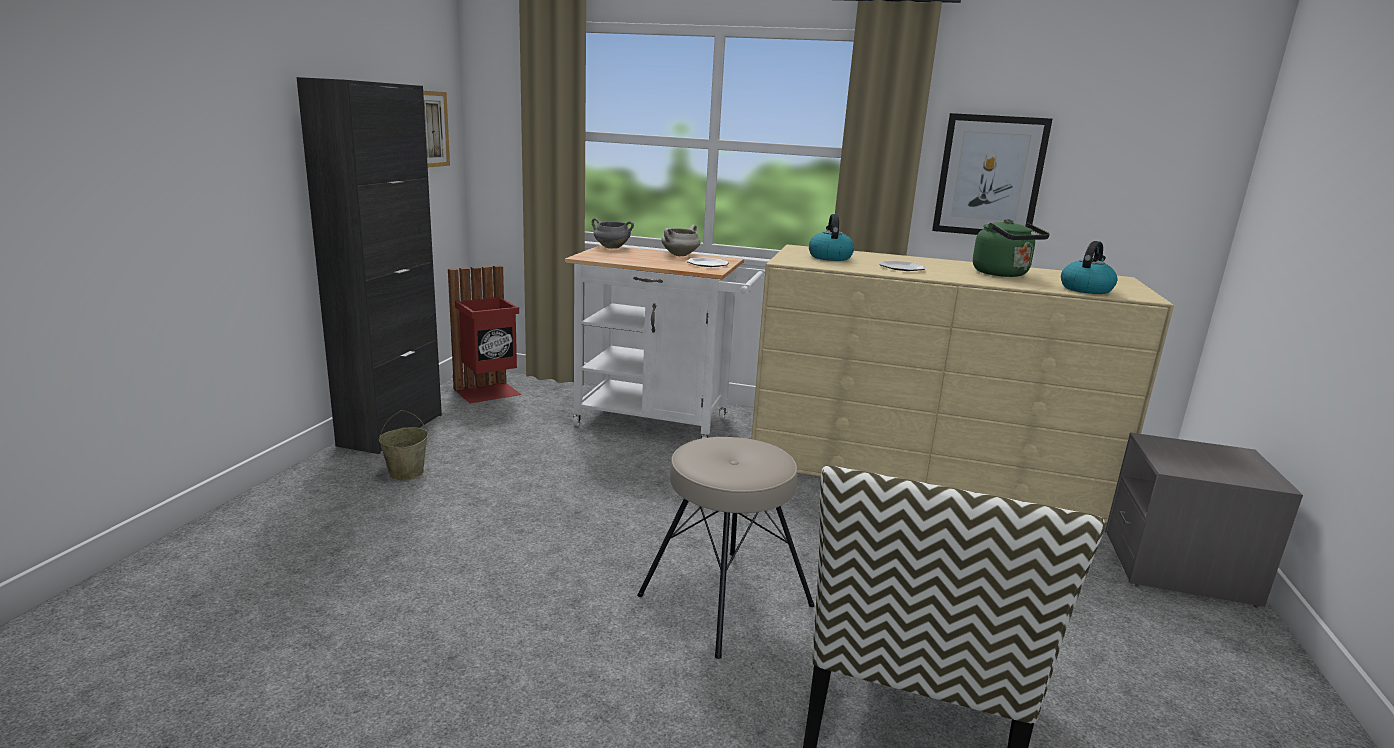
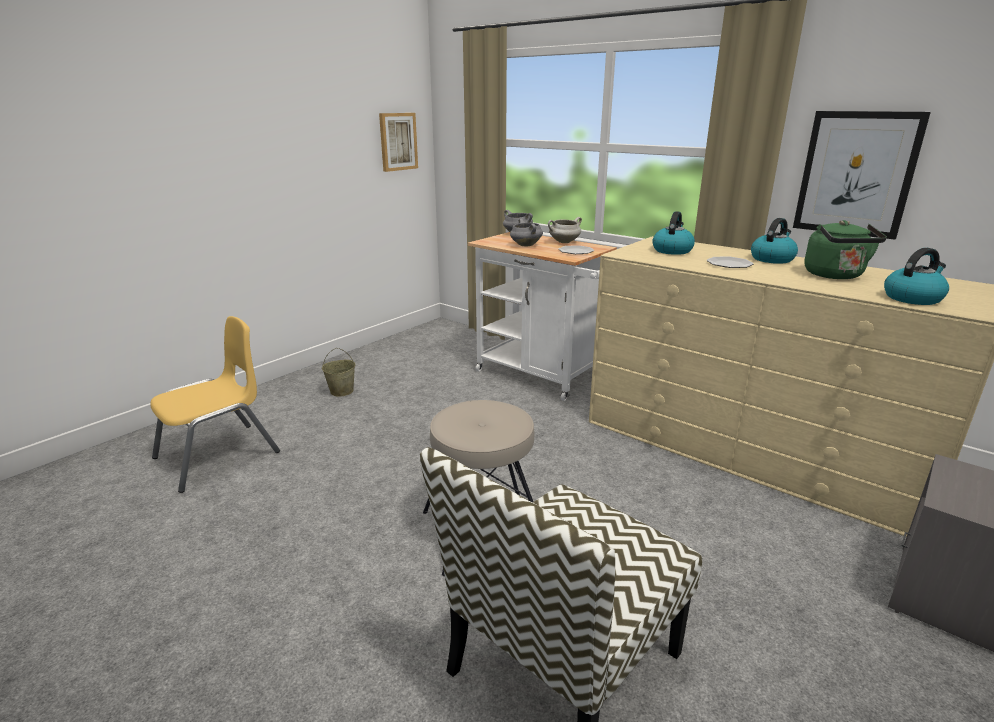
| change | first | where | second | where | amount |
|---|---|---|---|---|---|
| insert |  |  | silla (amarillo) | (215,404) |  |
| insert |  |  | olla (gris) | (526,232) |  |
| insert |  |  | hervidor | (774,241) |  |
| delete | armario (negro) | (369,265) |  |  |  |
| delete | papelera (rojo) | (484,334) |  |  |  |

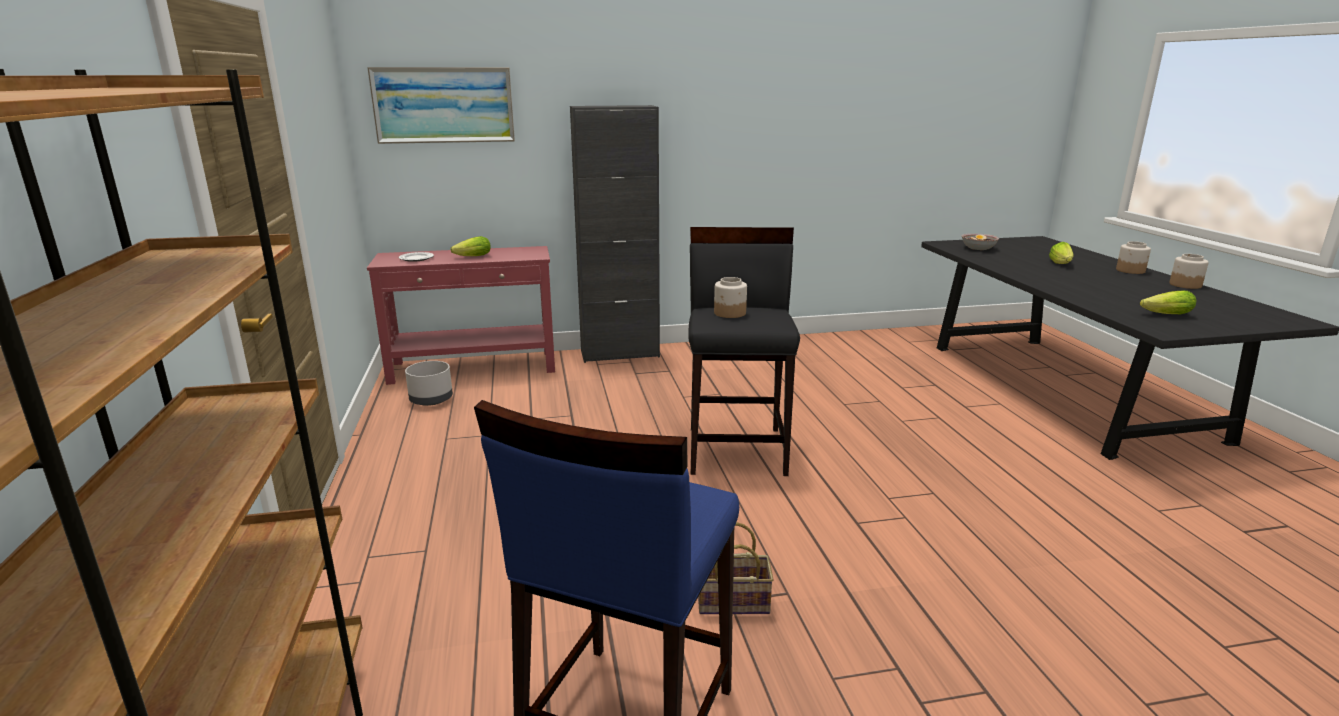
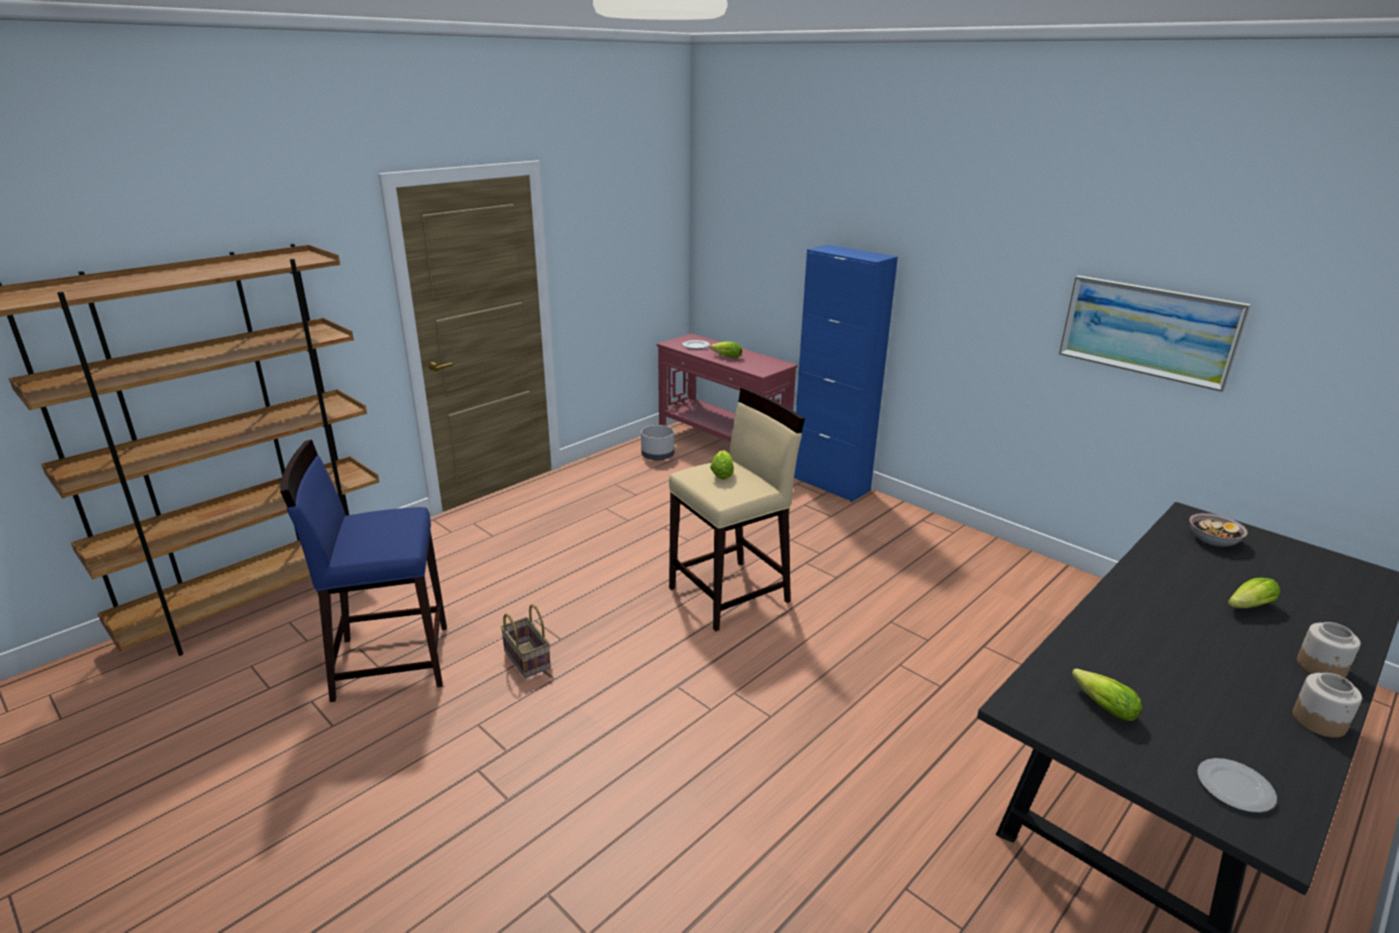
| change | first | where | second | where | amount |
|---|---|---|---|---|---|
| recolor | taburete (negro) | (744,351) | taburete (beis) | (737,510) |  |
| replace | tarro | (730,297) | lechuga | (722,465) |  |
| recolor | armario (negro) | (615,234) | armario (azul) | (846,373) |  |
| move | cuadro | (441,105) |  | (1155,333) |  |
| insert |  |  | plato | (1237,785) |  |

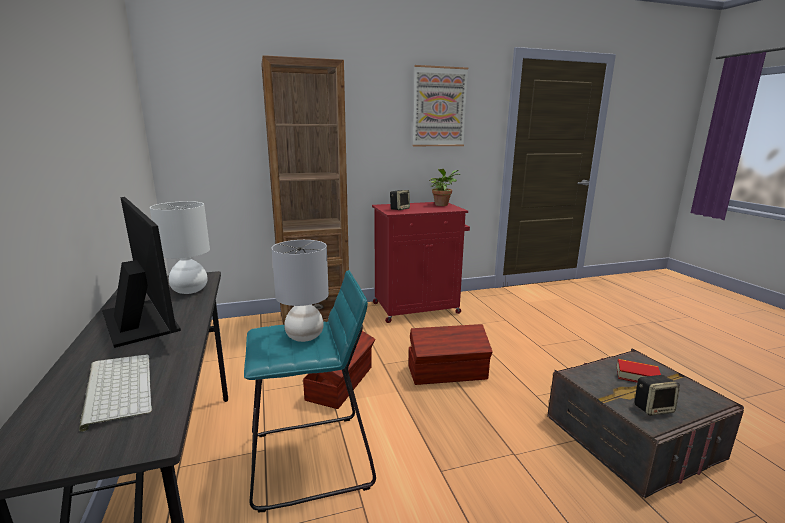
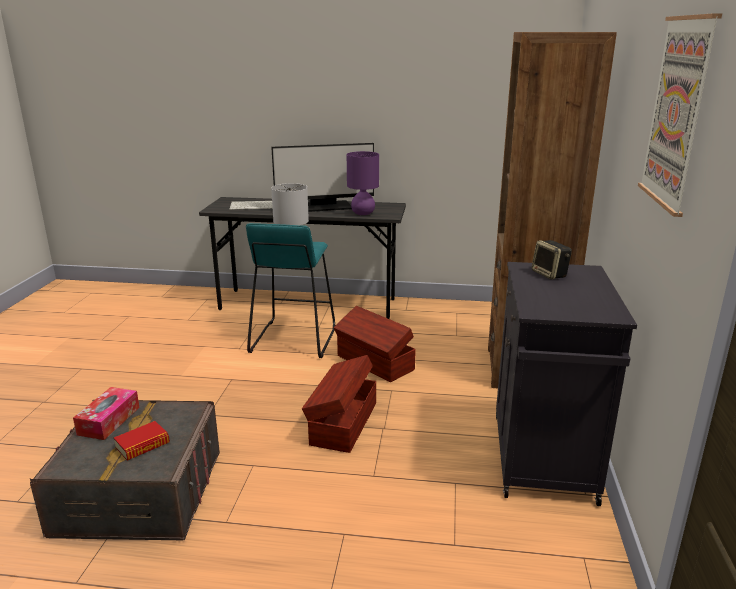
| change | first | where | second | where | amount |
|---|---|---|---|---|---|
| replace | altavoz | (657,395) | caja de pañuelos | (106,413) |  |
| recolor | lámpara de mesa (blanco) | (180,247) | lámpara de mesa (morado) | (363,183) |  |
| recolor | armario (rojo) | (421,262) | armario (negro) | (566,384) |  |
| delete | planta en maceta | (444,187) |  |  |  |

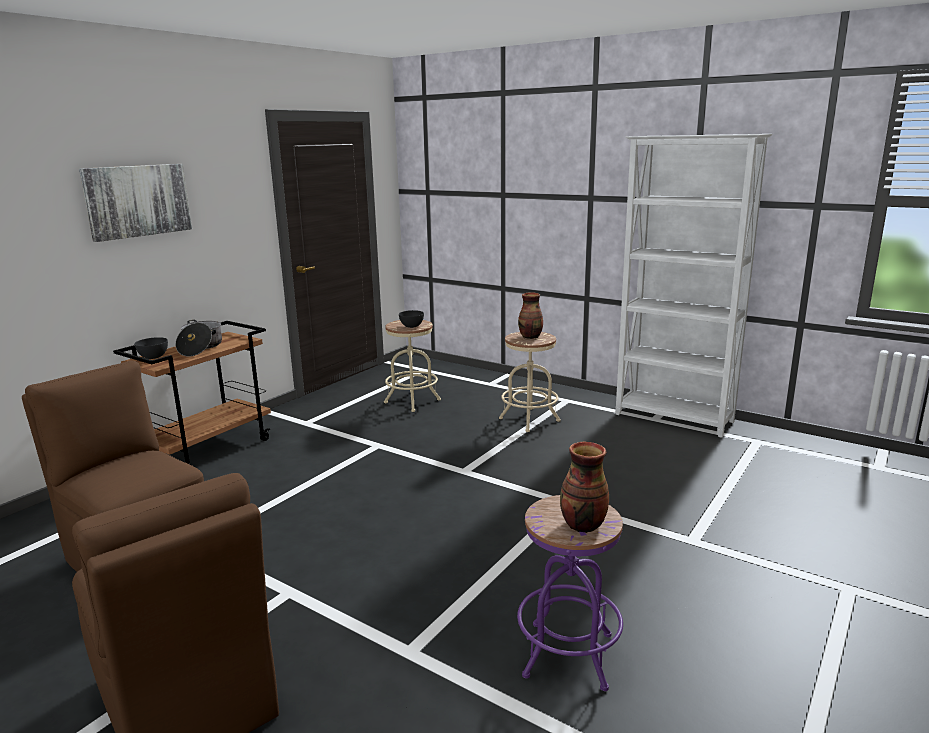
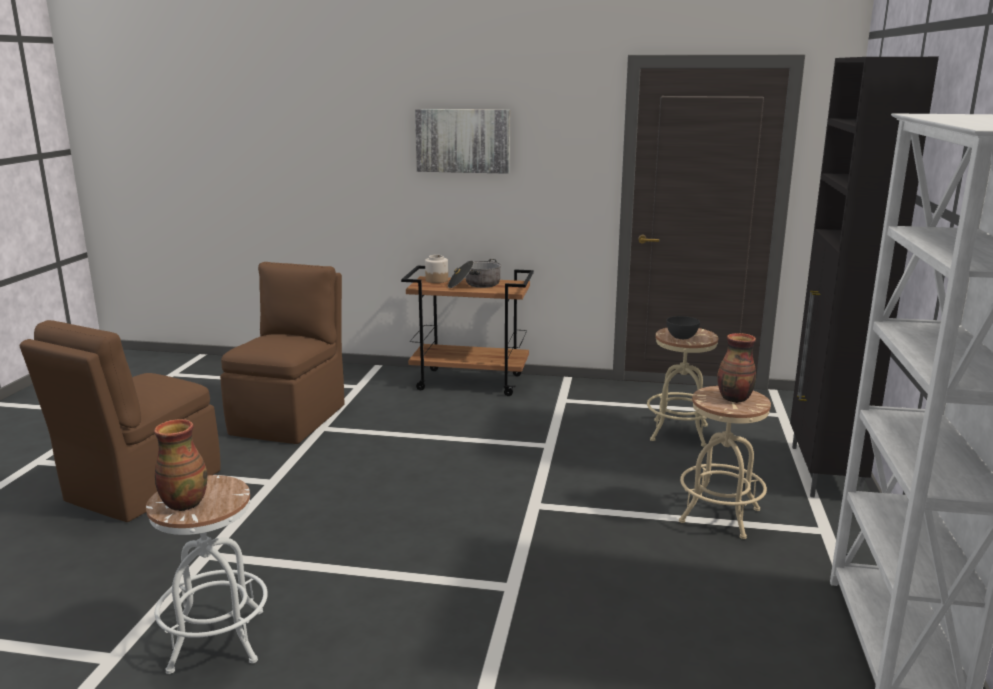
| change | first | where | second | where | amount |
|---|---|---|---|---|---|
| recolor | taburete (morado) | (570,593) | taburete (blanco) | (207,574) |  |
| replace | cuenco (gris) | (151,348) | tarro | (436,269) |  |
| insert |  |  | armario (negro) | (864,277) |  |

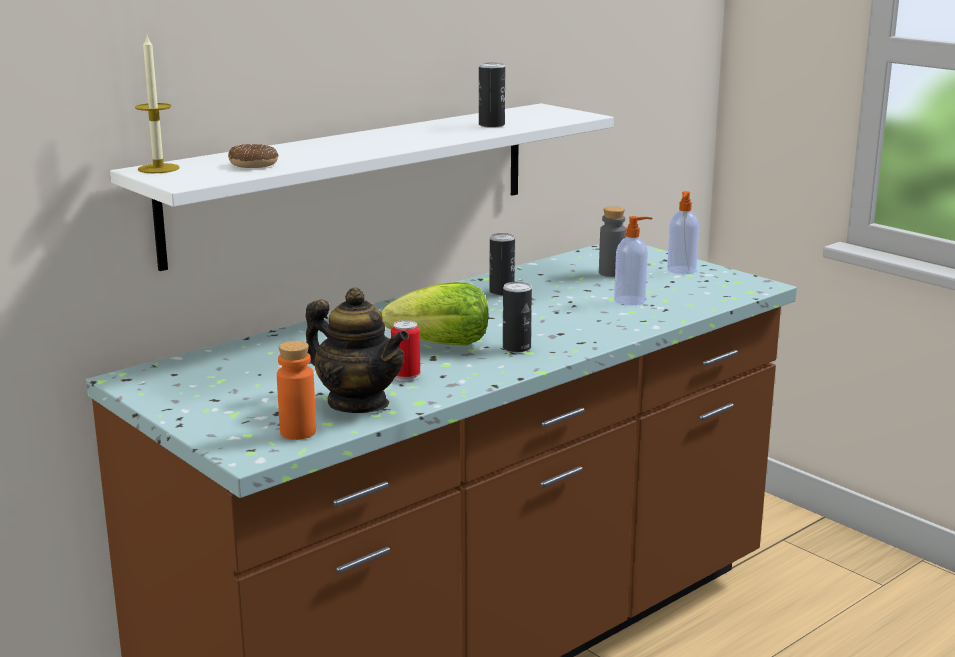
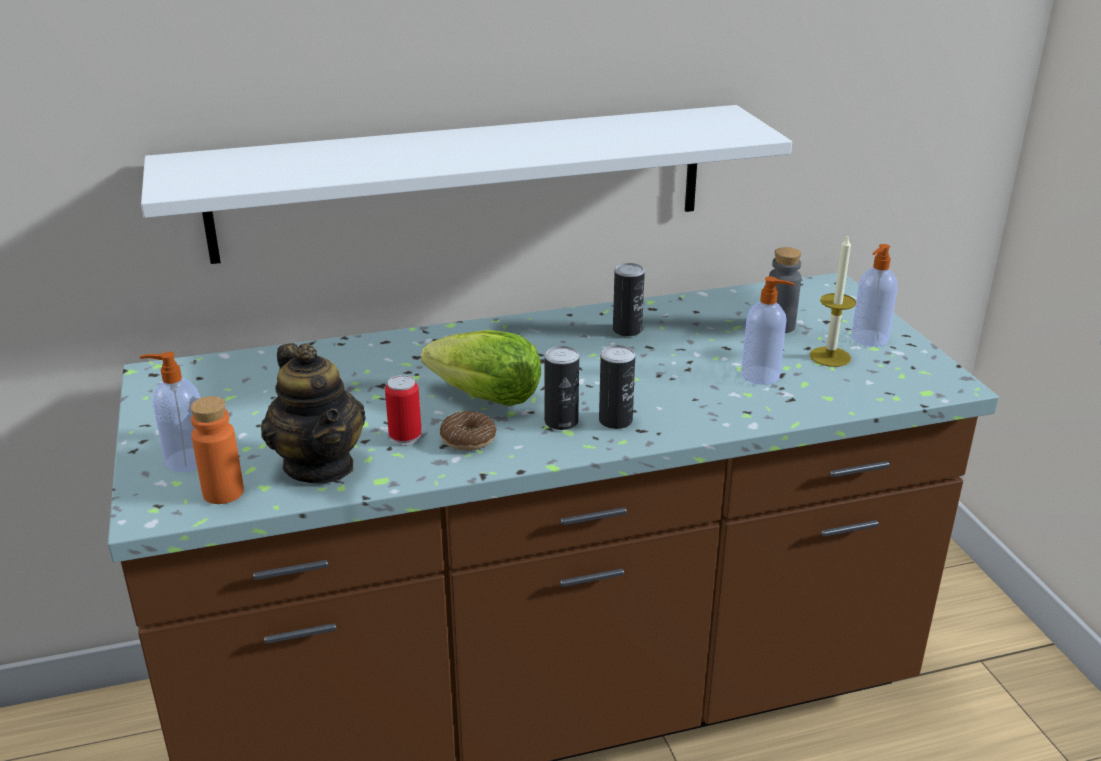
| change | first | where | second | where | amount |
|---|---|---|---|---|---|
| insert |  |  | dispensador de jabón | (170,412) |  |
| move | rosquilla | (253,156) |  | (468,431) |  |
| move | lata | (492,95) |  | (617,387) |  |
| move | vela | (157,104) |  | (833,301) |  |

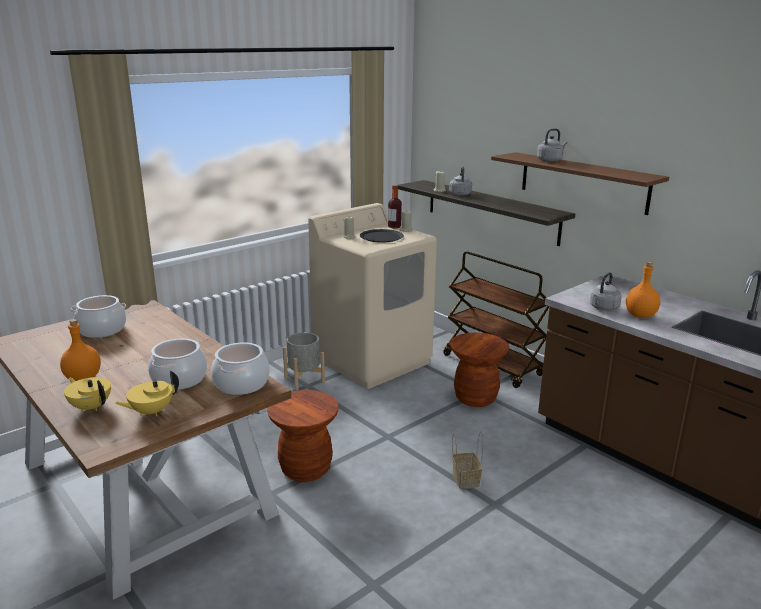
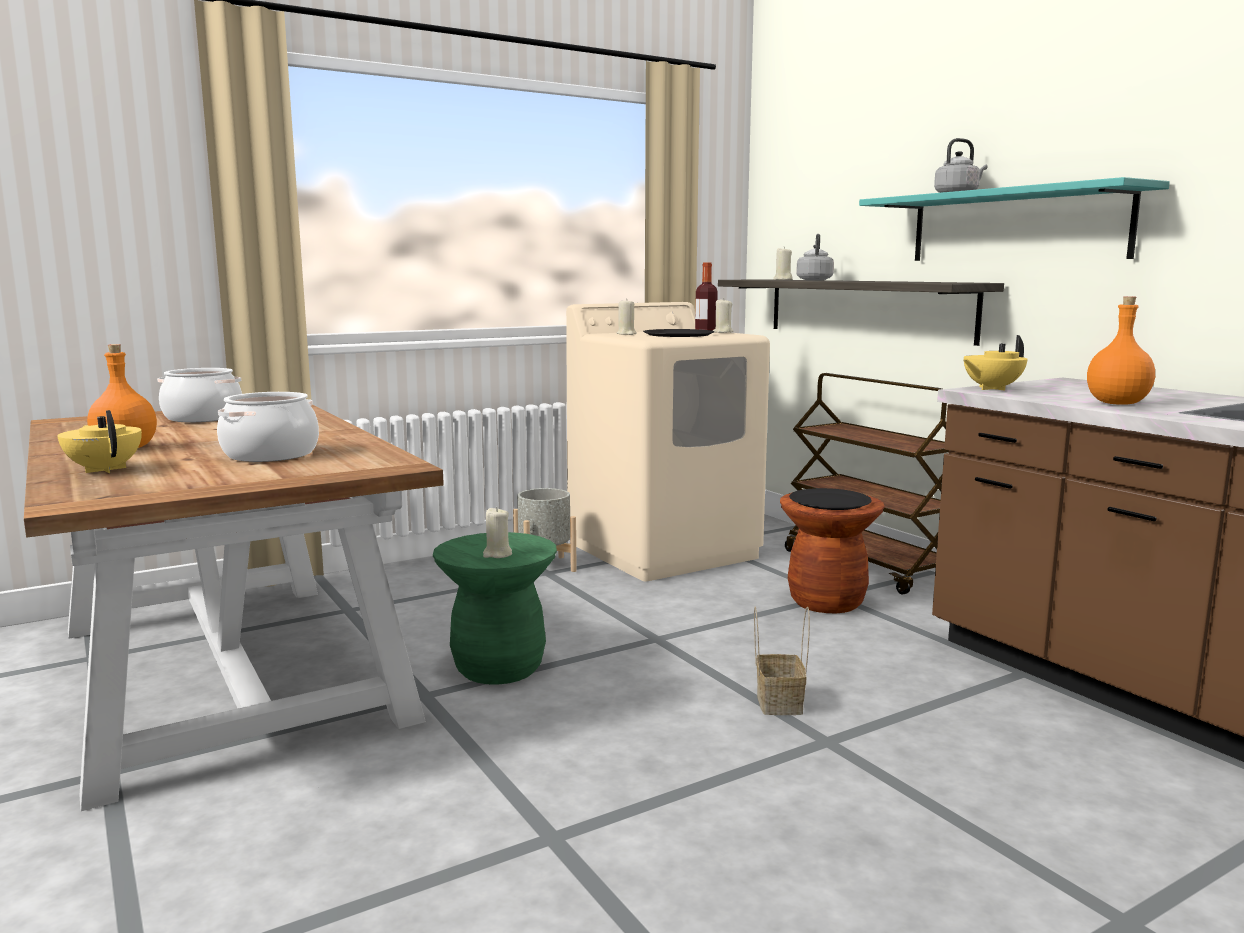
| change | first | where | second | where | amount |
|---|---|---|---|---|---|
| recolor | taburete (marrón) | (303,436) | taburete (verde) | (495,608) |  |
| insert |  |  | vela (beis) | (497,532) |  |
| insert |  |  | plato (negro) | (830,499) |  |
| recolor | estante (marrón) | (580,183) | estante (turquesa) | (1014,219) |  |
| move | tetera (amarillo) | (147,393) |  | (995,363) |  |
| delete | olla | (240,368) |  |  |  |
| delete | hervidor (gris) | (606,291) |  |  |  |

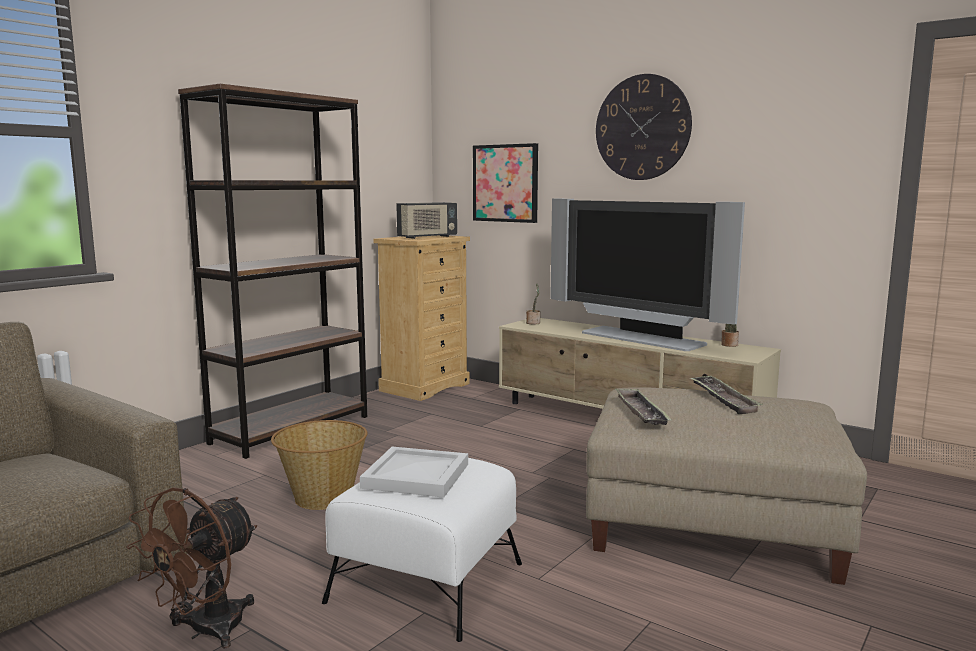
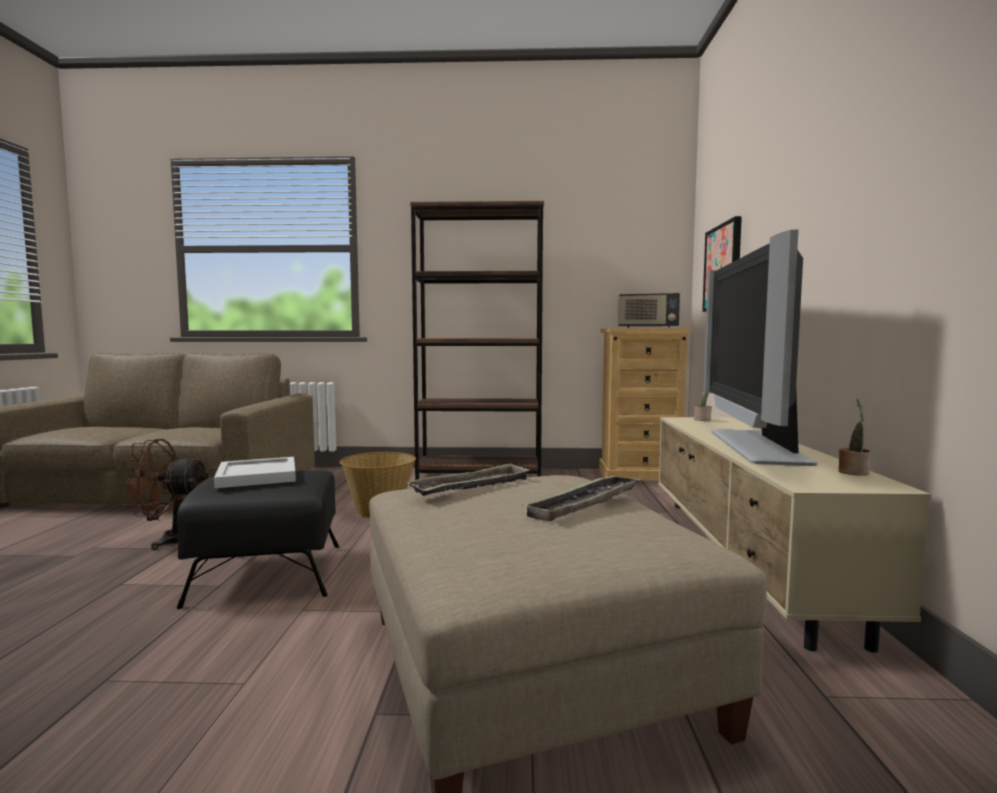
| change | first | where | second | where | amount |
|---|---|---|---|---|---|
| recolor | puf (blanco) | (422,550) | puf (negro) | (257,539) |  |
| delete | reloj de pared | (644,127) |  |  |  |

